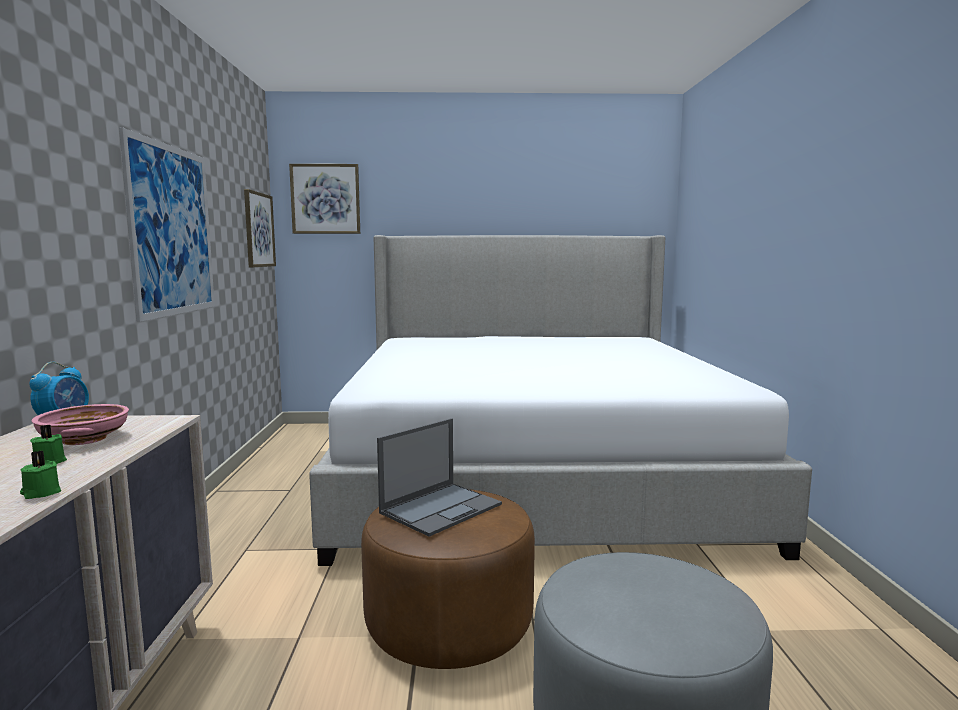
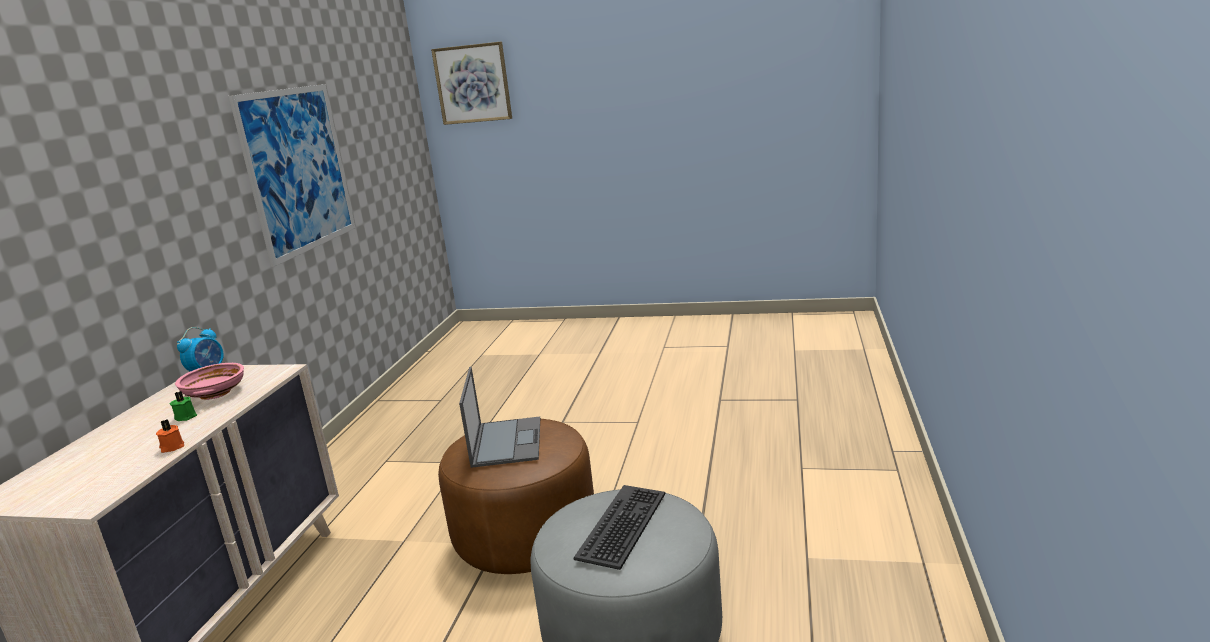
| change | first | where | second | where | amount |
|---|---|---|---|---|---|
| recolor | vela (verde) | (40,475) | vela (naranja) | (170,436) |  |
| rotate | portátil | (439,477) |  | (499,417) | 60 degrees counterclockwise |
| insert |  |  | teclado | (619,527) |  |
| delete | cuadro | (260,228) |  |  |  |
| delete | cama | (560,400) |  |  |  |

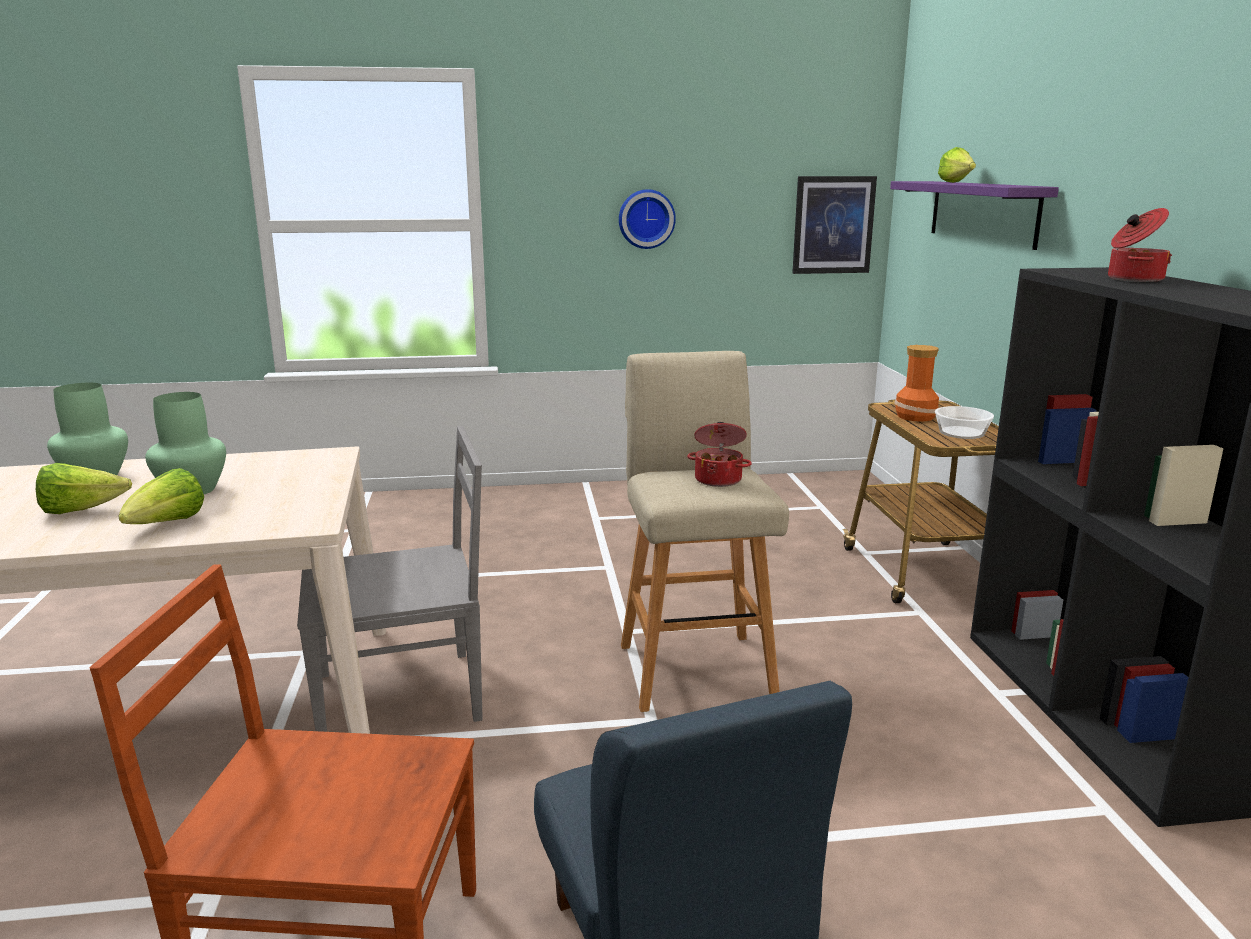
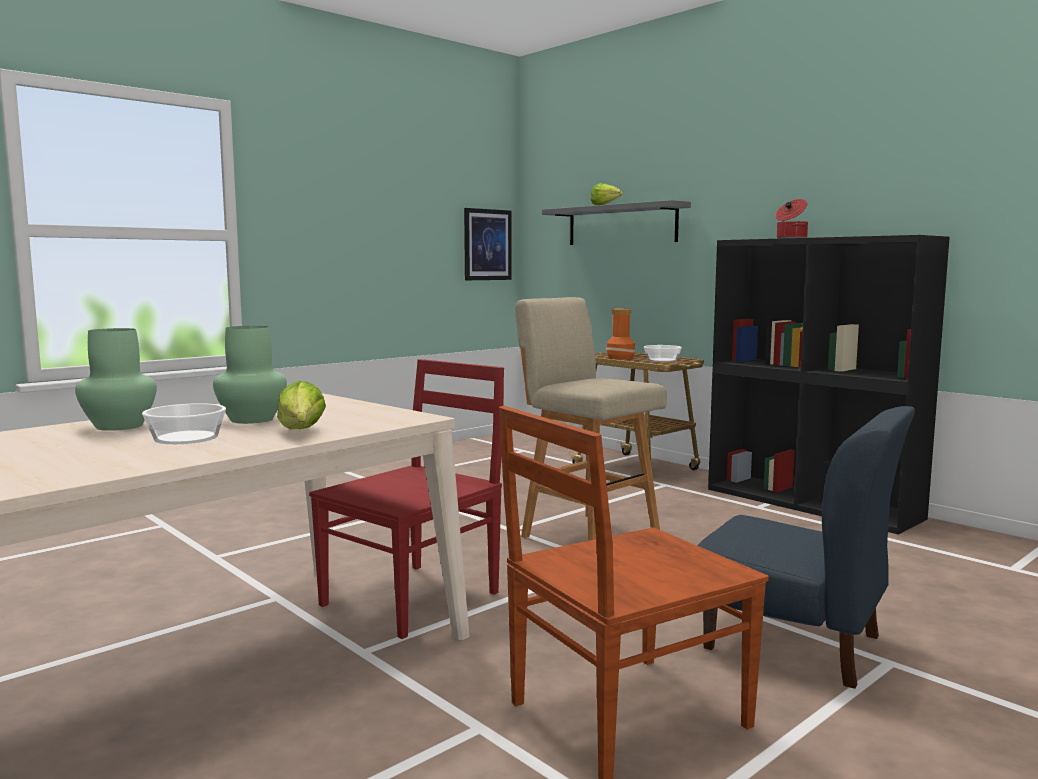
| change | first | where | second | where | amount |
|---|---|---|---|---|---|
| replace | lechuga | (84,488) | cuenco | (184,423) |  |
| recolor | silla (gris) | (390,579) | silla (rojo) | (406,499) |  |
| recolor | estante (morado) | (974,215) | estante (gris) | (616,222) |  |
| delete | reloj de pared | (647,219) |  |  |  |
| delete | olla | (719,454) |  |  |  |

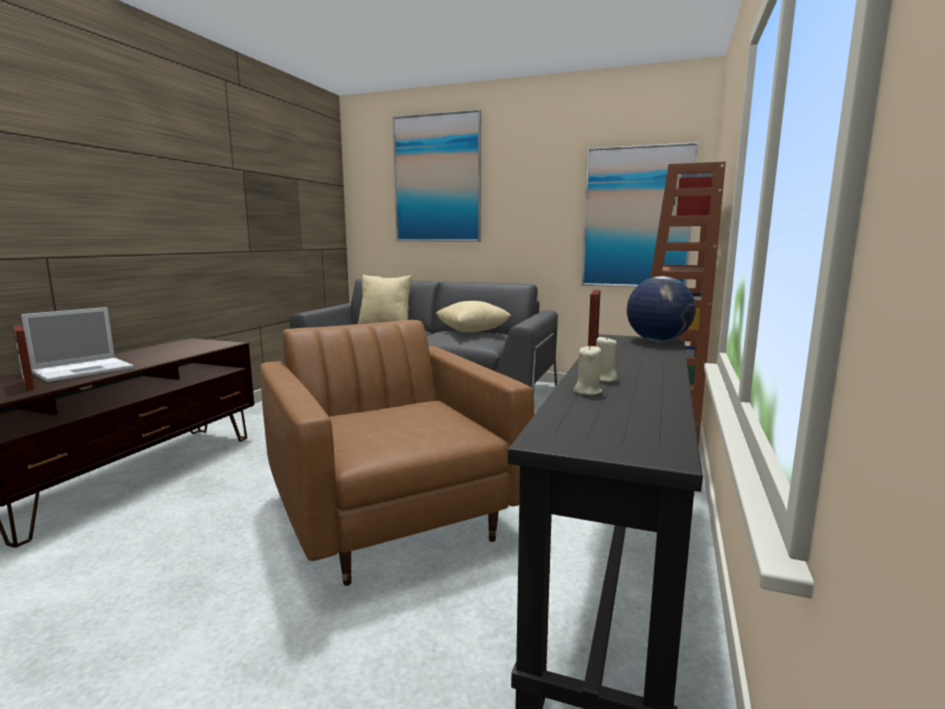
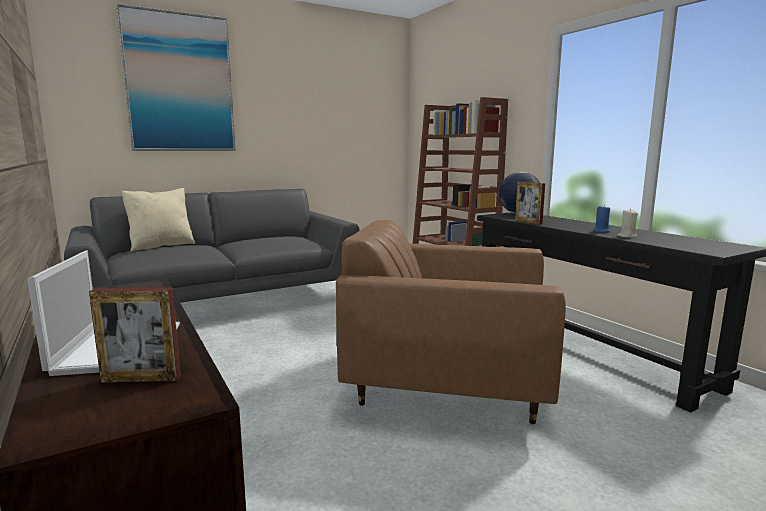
| change | first | where | second | where | amount |
|---|---|---|---|---|---|
| recolor | vela (beis) | (607,359) | vela (azul) | (602,219) |  |
| delete | cojín (beis) | (473,316) |  |  |  |
| delete | cuadro | (640,214) |  |  |  |

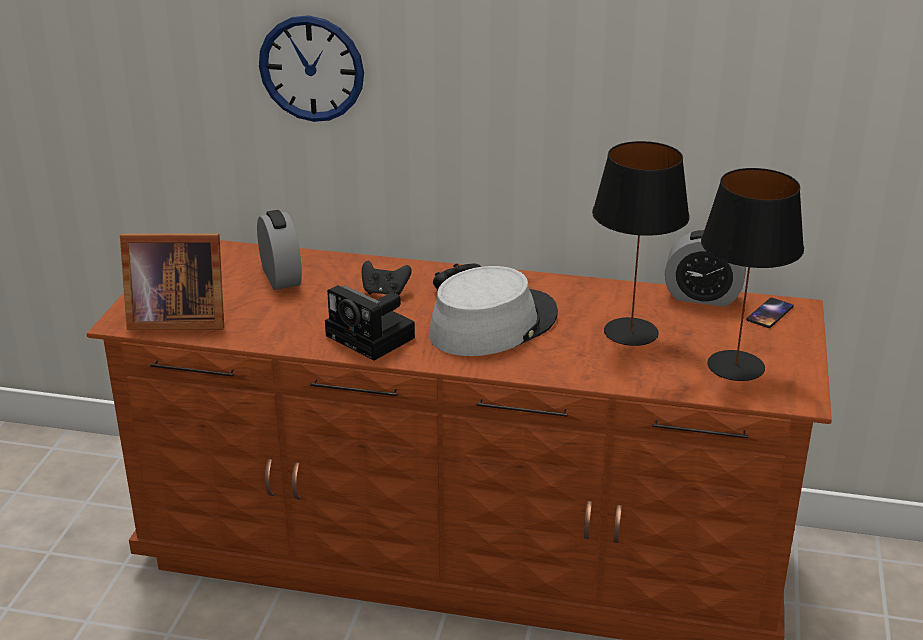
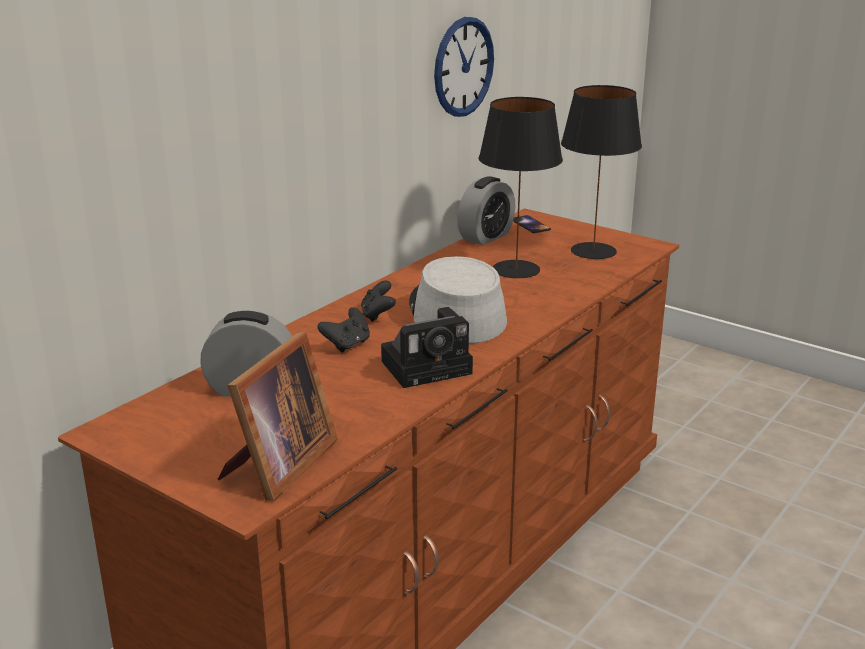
| change | first | where | second | where | amount |
|---|---|---|---|---|---|
| move | reloj de pared | (311,68) |  | (464,67) |  |

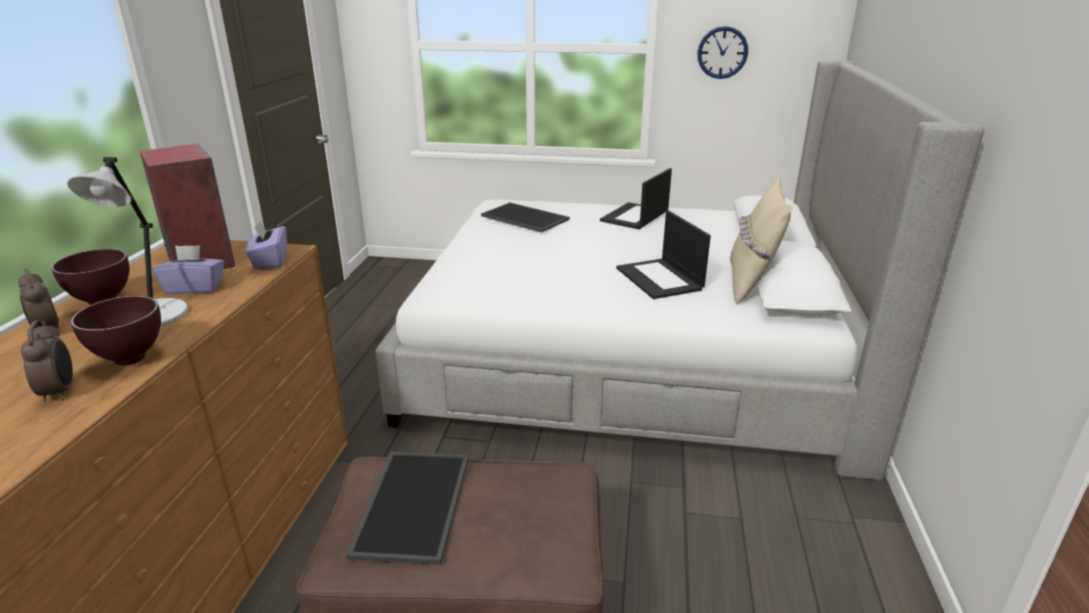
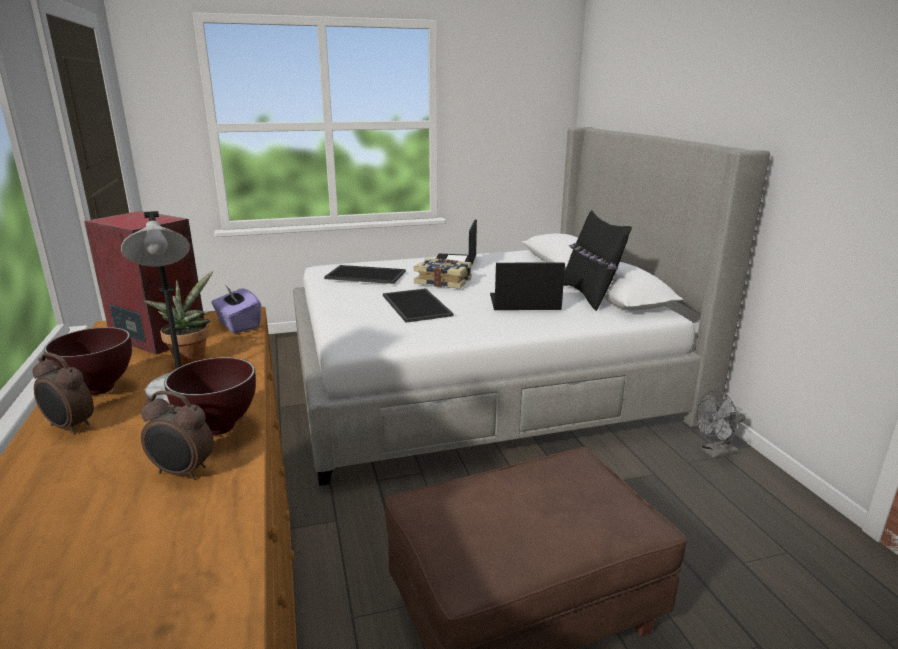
| change | first | where | second | where | amount |
|---|---|---|---|---|---|
| rotate | despertador | (47,361) |  | (177,435) | 150 degrees clockwise |
| replace | caja de pañuelos (morado) | (188,269) | planta en maceta | (178,318) |  |
| move | bandeja | (407,508) |  | (418,305) |  |
| insert |  |  | libro | (442,273) |  |
| rotate | portátil | (663,254) |  | (527,286) | 135 degrees clockwise |
| recolor | cojín (beis) | (761,240) | cojín (negro) | (597,260) |  |
| insert |  |  | ventilador (gris) | (721,424) |  |
| delete | reloj de pared | (722,52) |  |  |  |

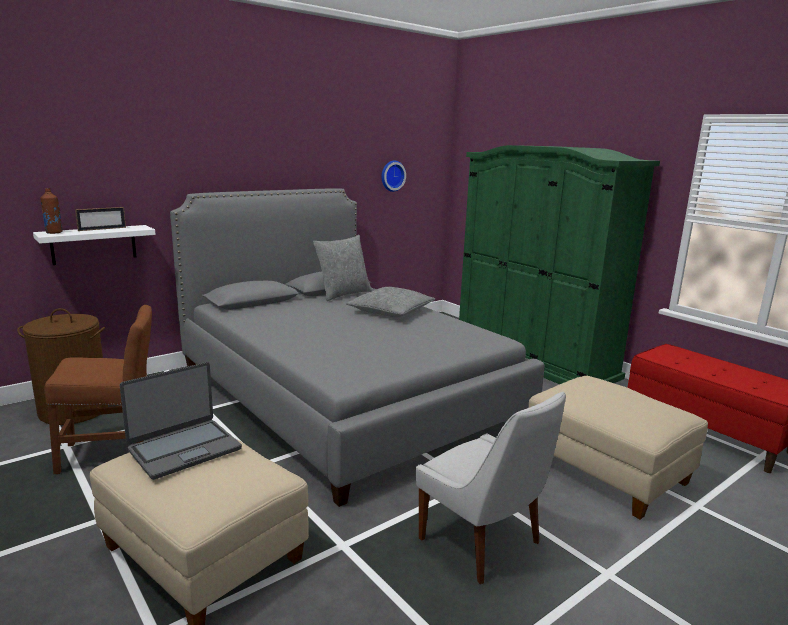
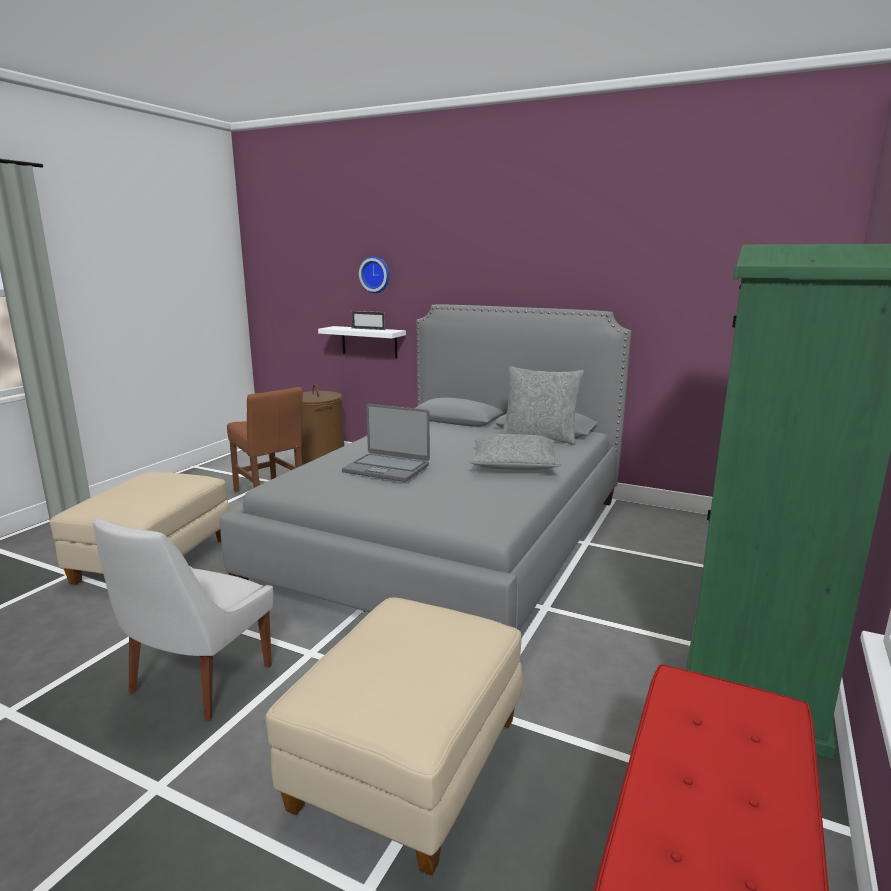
| change | first | where | second | where | amount |
|---|---|---|---|---|---|
| move | portátil | (181,421) |  | (386,443) |  |
| move | reloj de pared | (393,176) |  | (374,274) |  |
| delete | botella (marrón) | (51,211) |  |  |  |

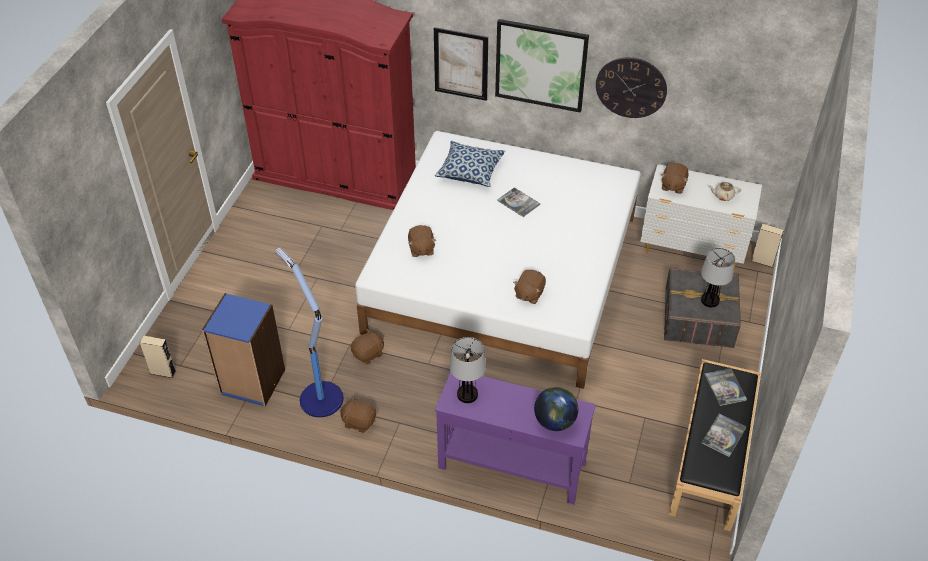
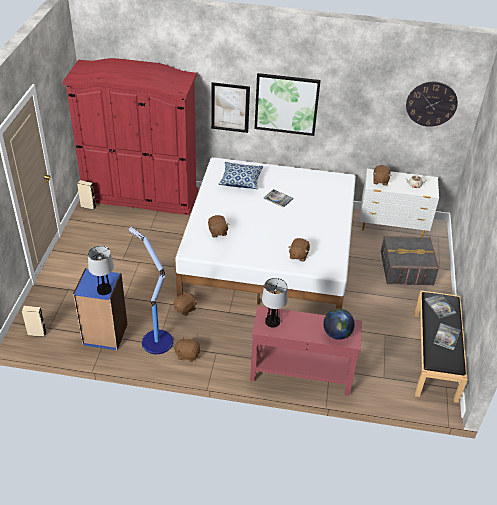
| change | first | where | second | where | amount |
|---|---|---|---|---|---|
| move | altavoz (beis) | (767,245) |  | (86,195) |  |
| move | lámpara de mesa | (718,277) |  | (101,270) |  |
| recolor | mesa consola (morado) | (515,438) | mesa consola (rojo) | (306,351) |  |
| move | reloj de pared | (631,87) |  | (432,104) |  |

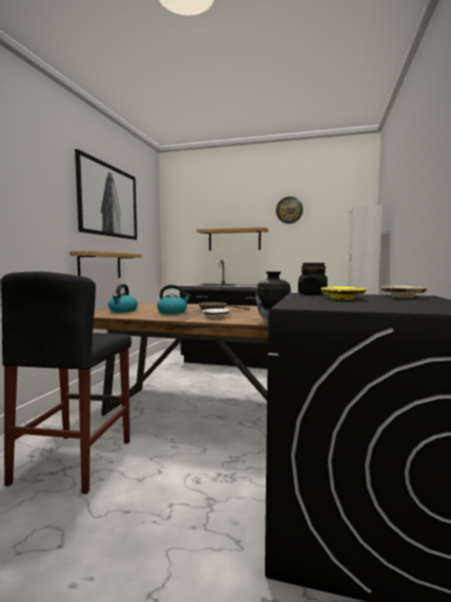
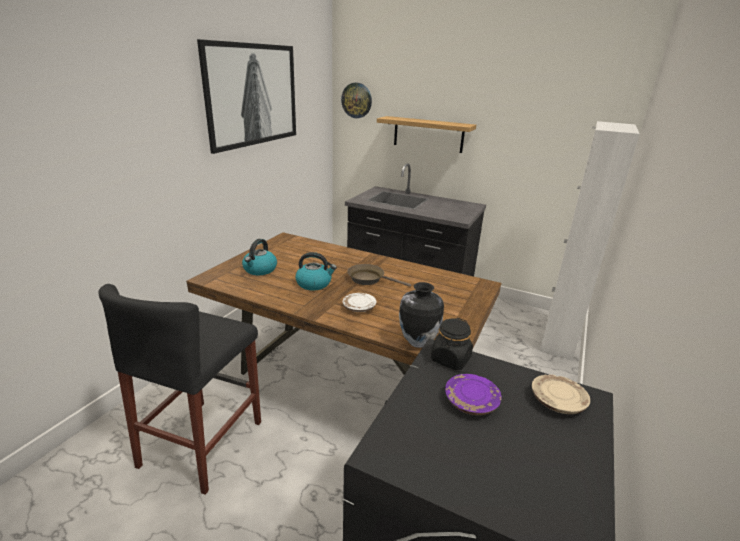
| change | first | where | second | where | amount |
|---|---|---|---|---|---|
| move | reloj de pared | (289,210) |  | (356,100) |  |
| recolor | plato (amarillo) | (343,293) | plato (morado) | (473,394) |  |
| delete | estante | (106,264) |  |  |  |

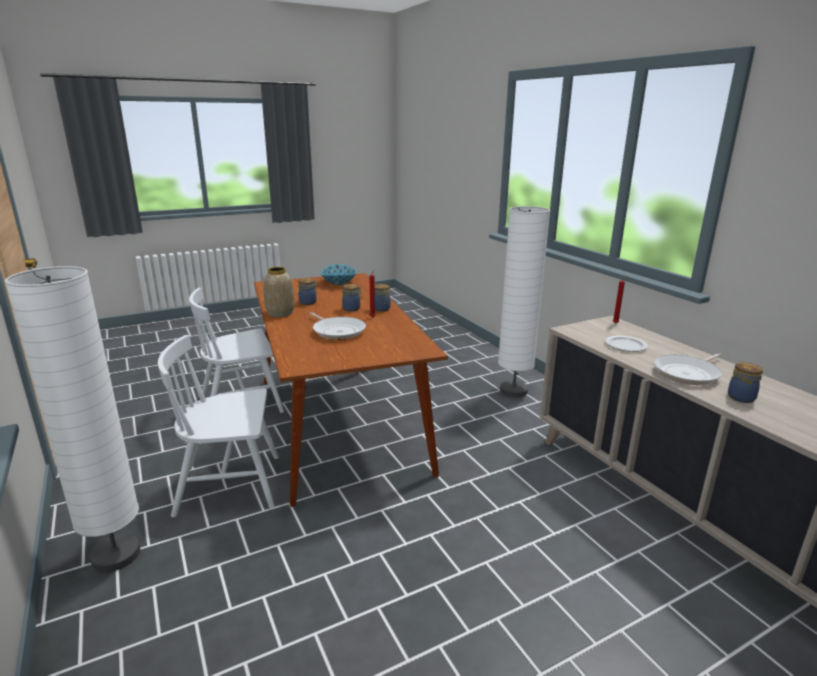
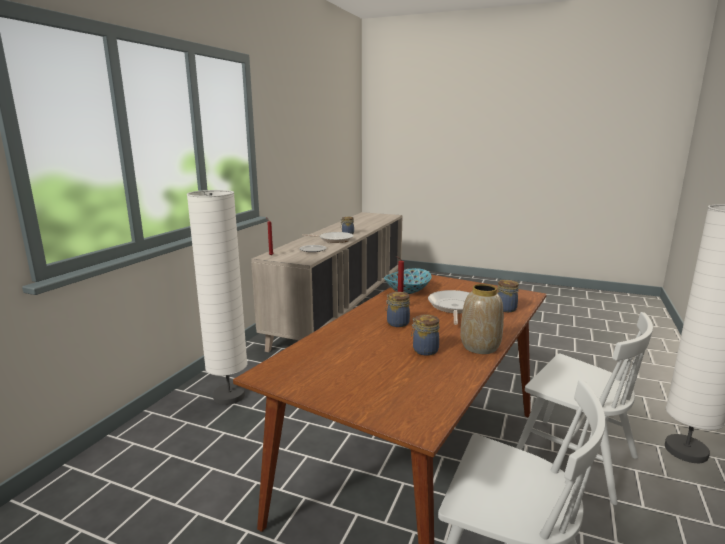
| change | first | where | second | where | amount |
|---|---|---|---|---|---|
| move | cuenco | (338,274) |  | (408,281) |  |
| move | tarro | (382,298) |  | (508,296) |  |

